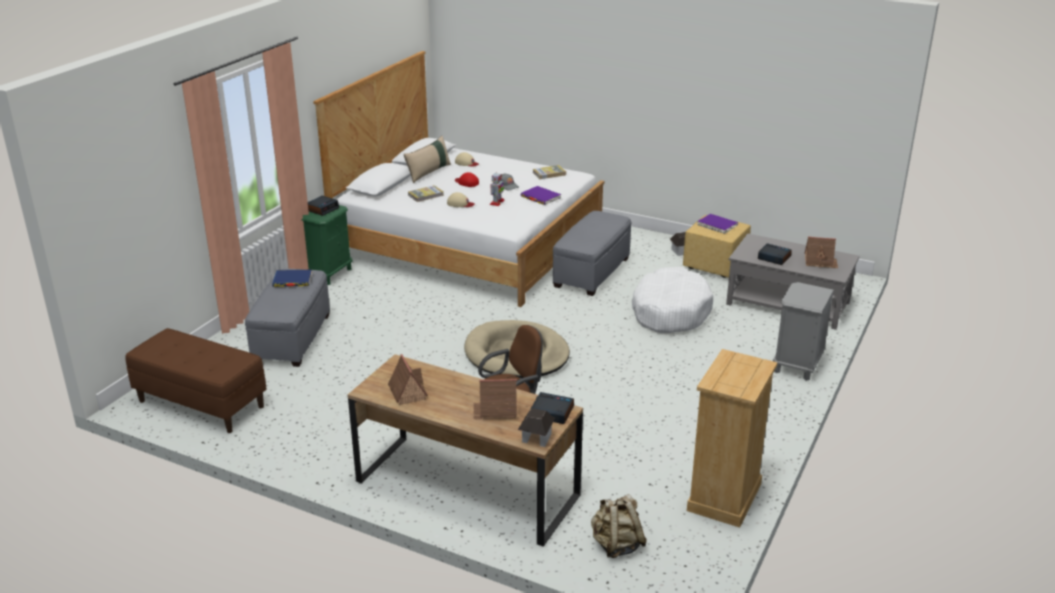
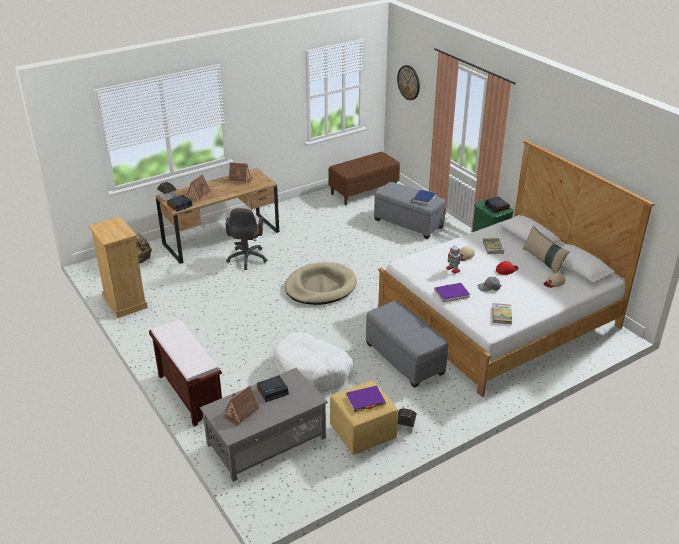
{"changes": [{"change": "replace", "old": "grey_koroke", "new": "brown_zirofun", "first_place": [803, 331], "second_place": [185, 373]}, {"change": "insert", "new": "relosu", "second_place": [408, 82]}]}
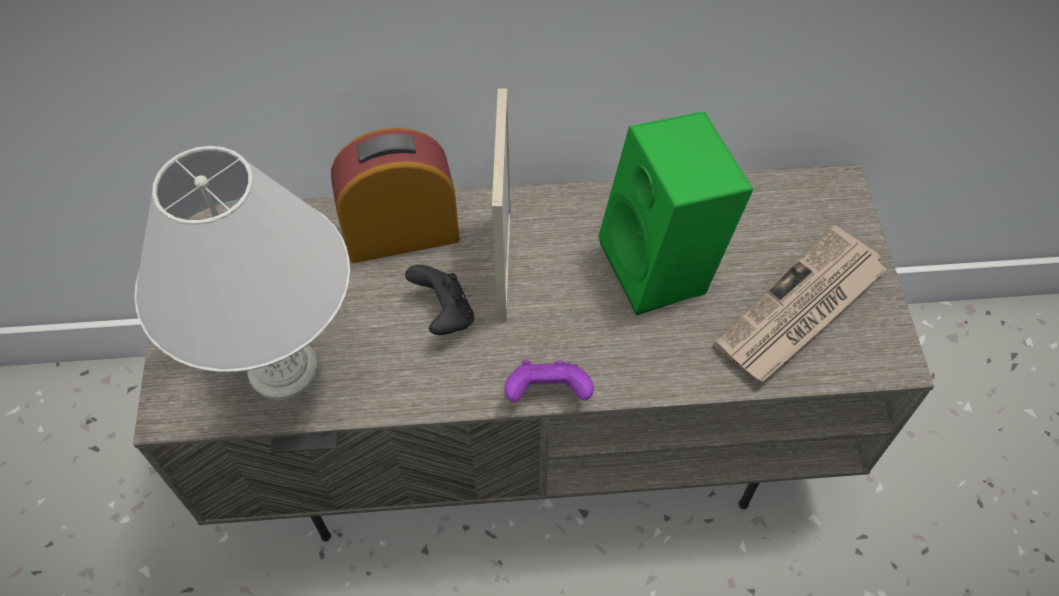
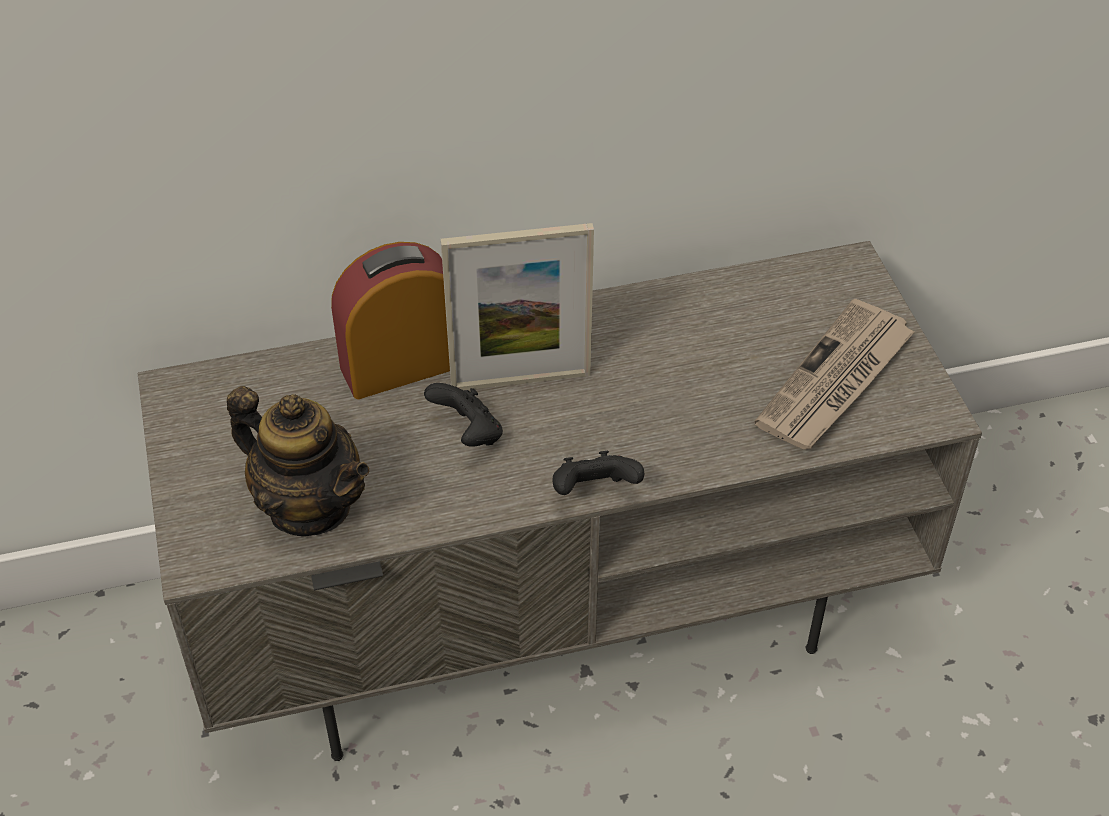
{"changes": [{"change": "replace", "old": "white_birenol", "new": "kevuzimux", "first_place": [242, 273], "second_place": [298, 461]}, {"change": "rotate", "old": "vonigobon", "first_place": [501, 204], "second_place": [517, 306], "degrees": -90}, {"change": "recolor", "old": "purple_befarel", "new": "black_befarel", "first_place": [549, 381], "second_place": [598, 473]}, {"change": "delete", "old": "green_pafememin", "first_place": [675, 213]}]}
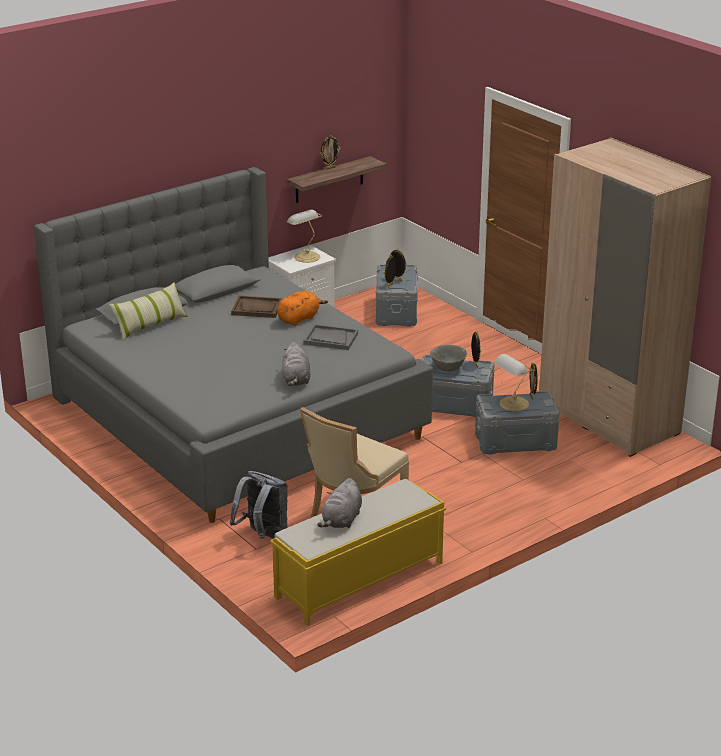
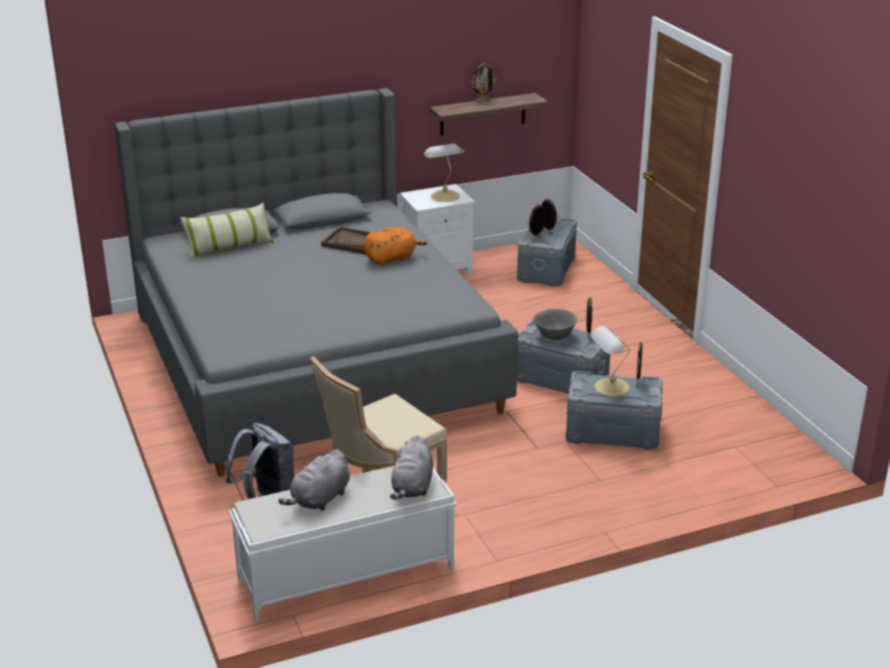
{"changes": [{"change": "recolor", "old": "yellow_zirofun", "new": "white_zirofun", "first_place": [358, 552], "second_place": [343, 543]}, {"change": "move", "old": "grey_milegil", "first_place": [296, 364], "second_place": [411, 467]}, {"change": "delete", "old": "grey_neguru", "first_place": [331, 337]}, {"change": "delete", "old": "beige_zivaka", "first_place": [625, 297]}]}
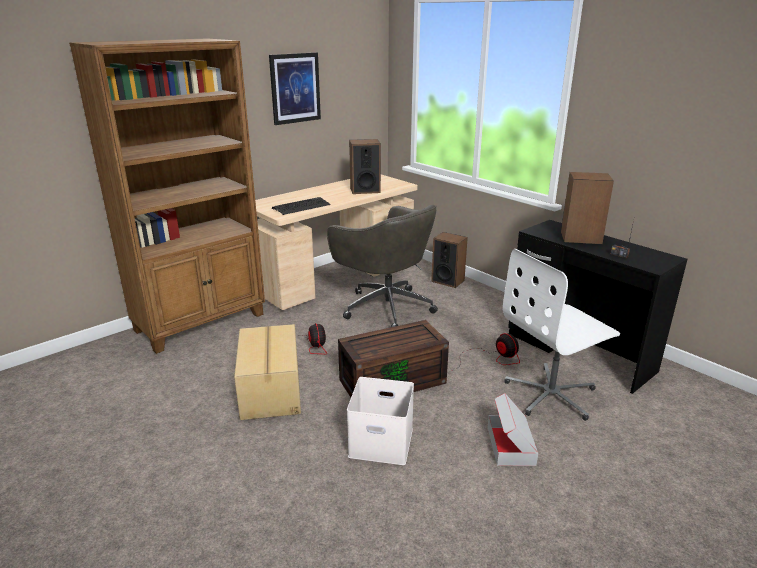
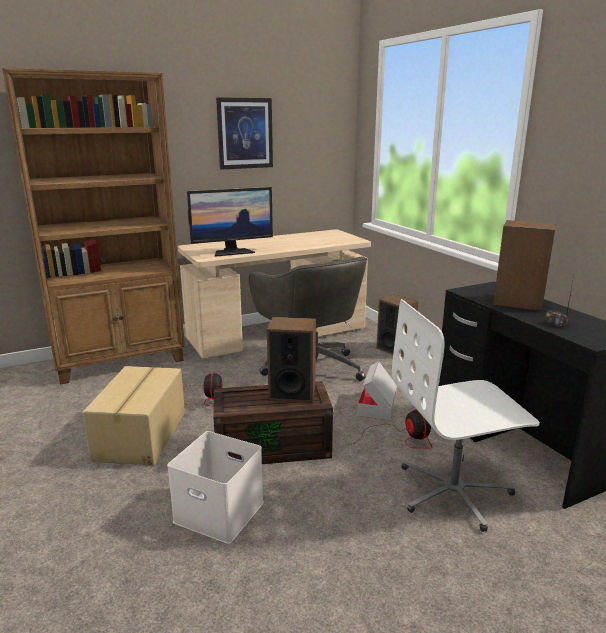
{"changes": [{"change": "replace", "old": "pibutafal", "new": "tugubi", "first_place": [301, 206], "second_place": [230, 222]}, {"change": "move", "old": "pafememin", "first_place": [365, 166], "second_place": [291, 360]}, {"change": "move", "old": "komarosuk", "first_place": [513, 429], "second_place": [377, 391]}]}
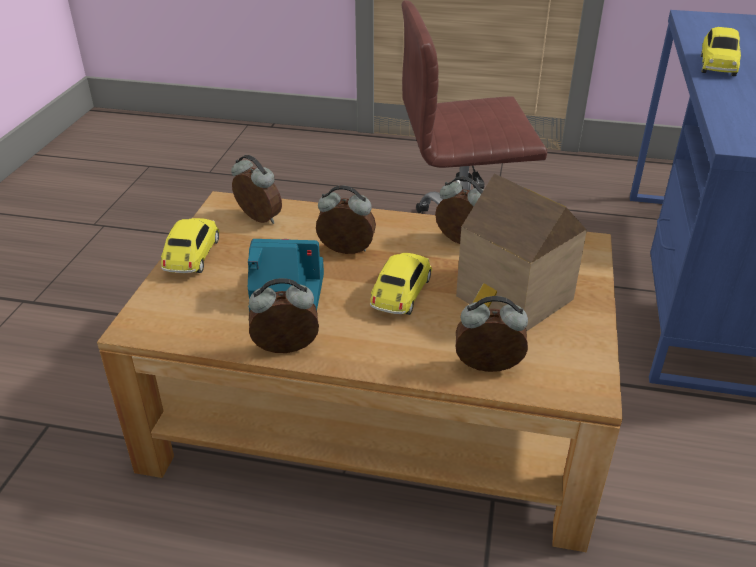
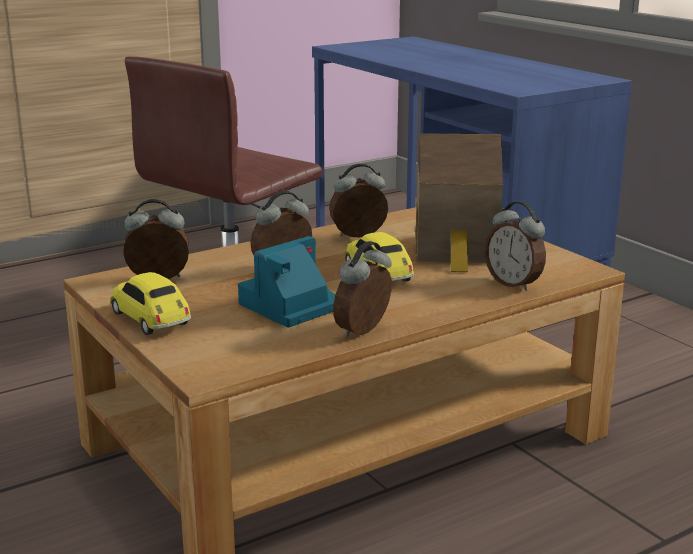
{"changes": [{"change": "rotate", "old": "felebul", "first_place": [491, 334], "second_place": [515, 246], "degrees": -90}, {"change": "delete", "old": "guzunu", "first_place": [721, 51]}]}
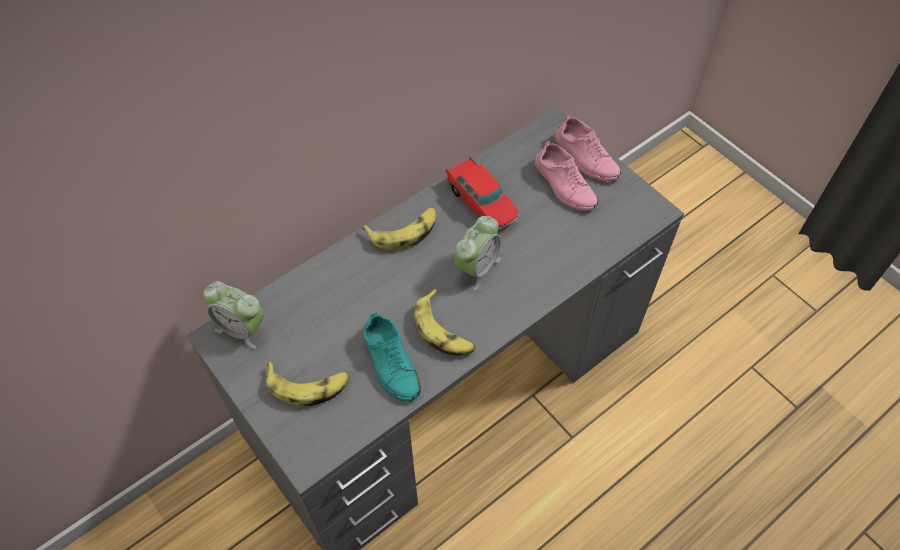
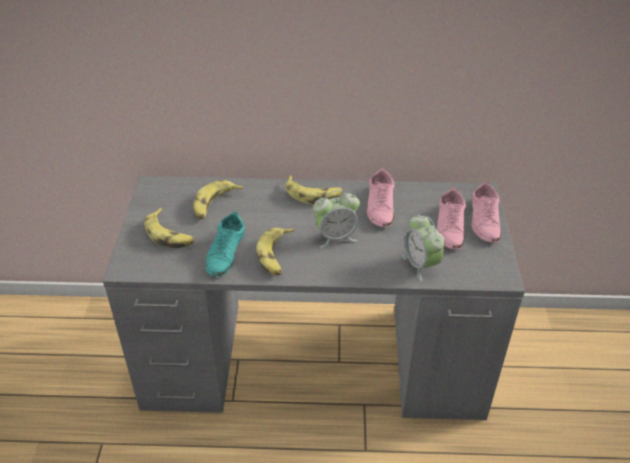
{"changes": [{"change": "insert", "new": "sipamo", "second_place": [218, 199]}, {"change": "replace", "old": "guzunu", "new": "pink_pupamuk", "first_place": [482, 193], "second_place": [380, 197]}, {"change": "move", "old": "felebul", "first_place": [234, 315], "second_place": [423, 248]}]}
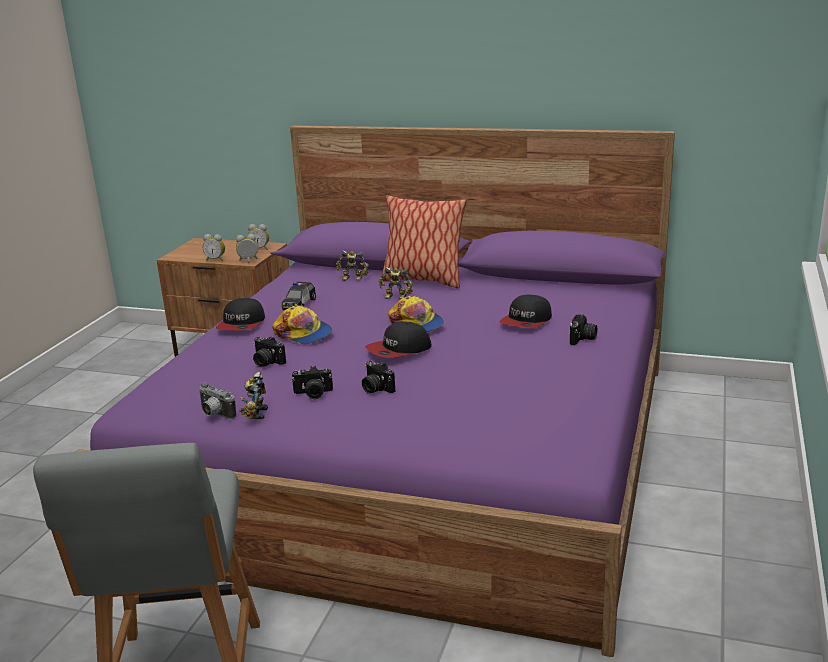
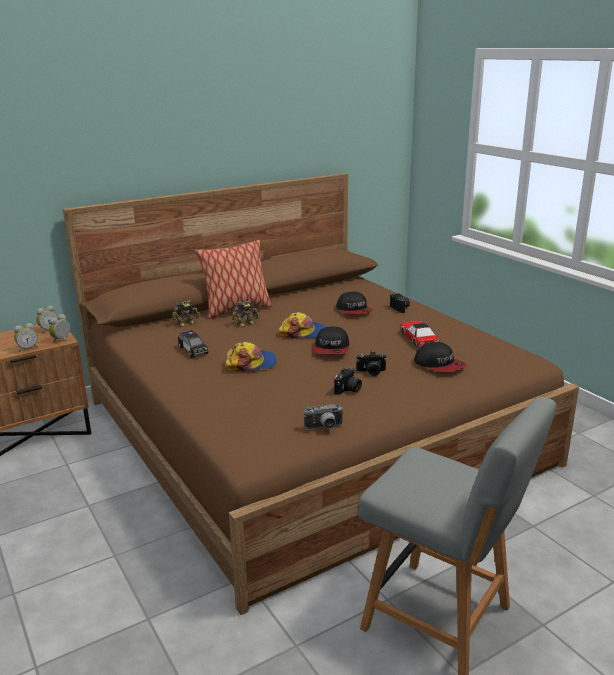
{"changes": [{"change": "recolor", "old": "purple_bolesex", "new": "brown_bolesex", "first_place": [375, 391], "second_place": [321, 394]}, {"change": "insert", "new": "guzunu", "second_place": [420, 333]}, {"change": "move", "old": "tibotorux", "first_place": [240, 314], "second_place": [440, 357]}, {"change": "delete", "old": "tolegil", "first_place": [253, 395]}, {"change": "delete", "old": "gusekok", "first_place": [269, 351]}]}
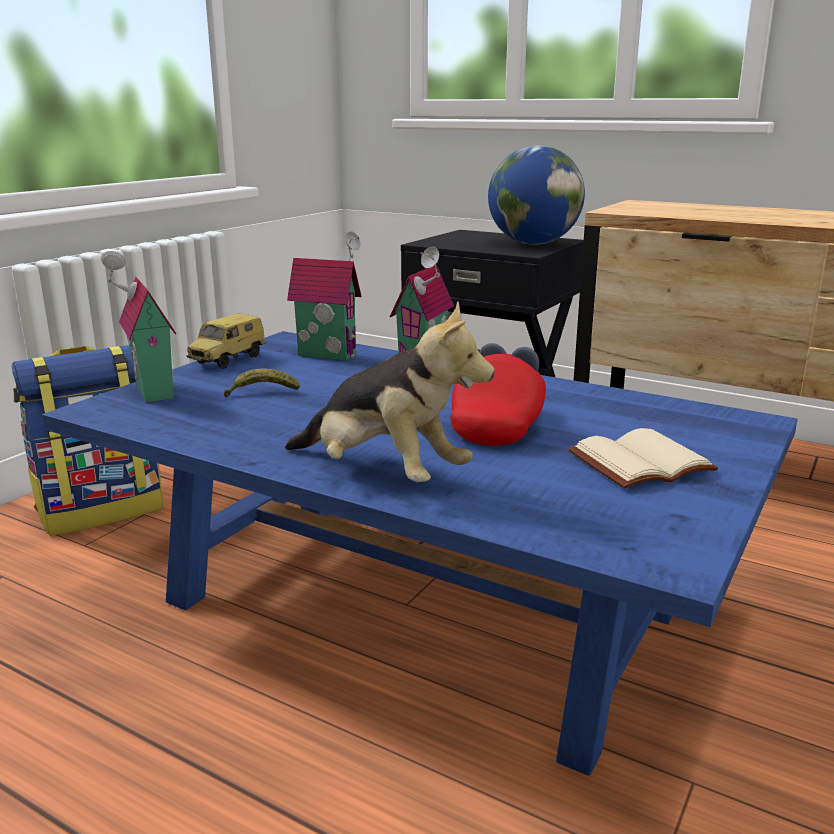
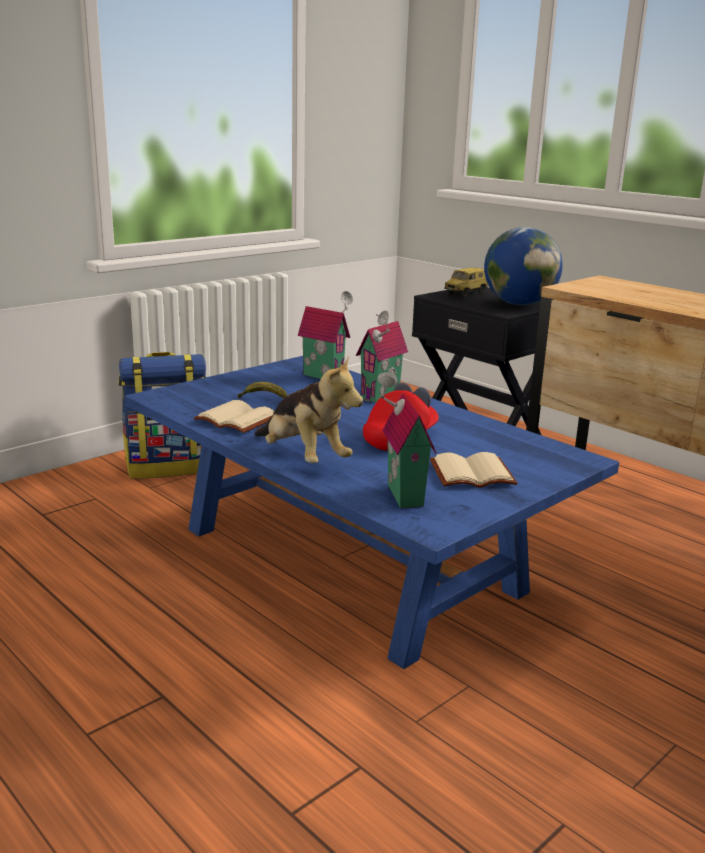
{"changes": [{"change": "insert", "new": "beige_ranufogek", "second_place": [234, 416]}, {"change": "move", "old": "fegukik", "first_place": [138, 327], "second_place": [407, 440]}, {"change": "move", "old": "guzunu", "first_place": [226, 341], "second_place": [466, 282]}]}
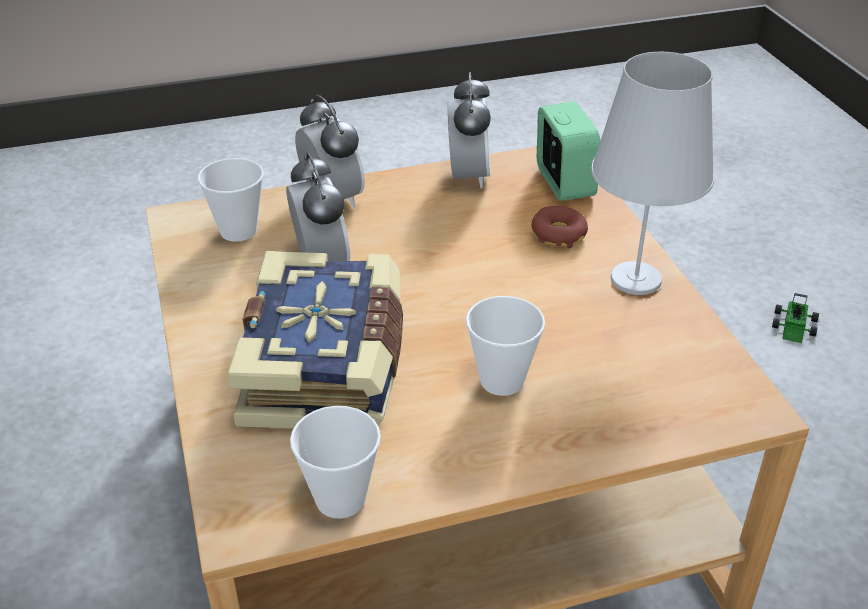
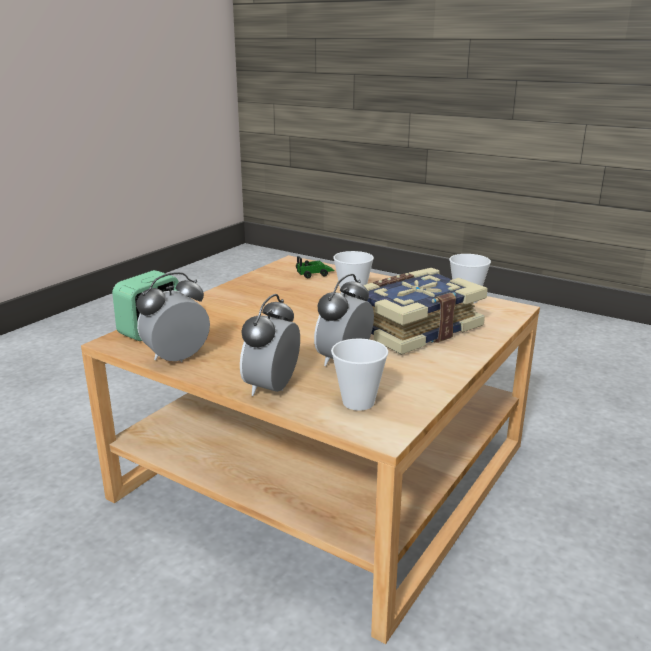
{"changes": [{"change": "move", "old": "guzunu", "first_place": [795, 318], "second_place": [315, 267]}, {"change": "delete", "old": "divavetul", "first_place": [560, 227]}, {"change": "delete", "old": "white_birenol", "first_place": [652, 173]}]}
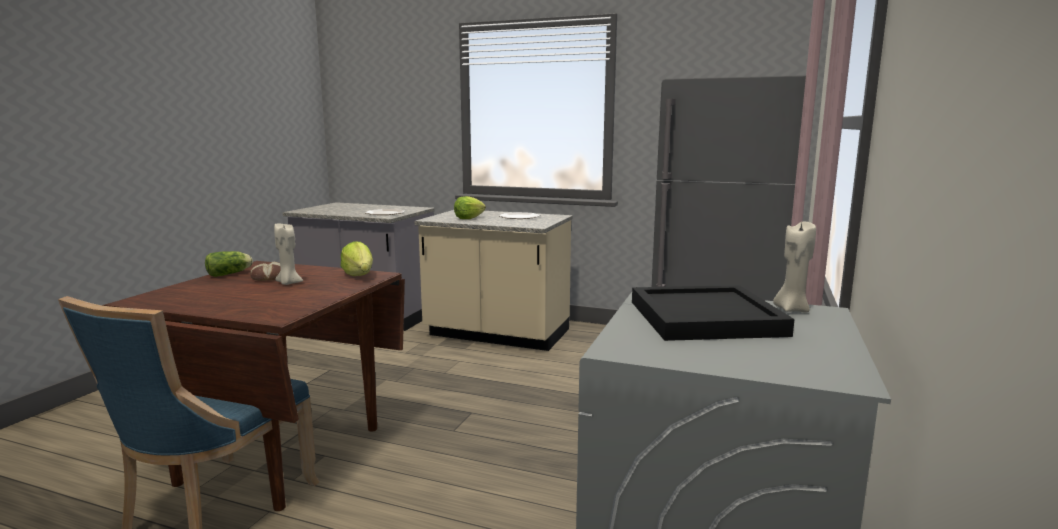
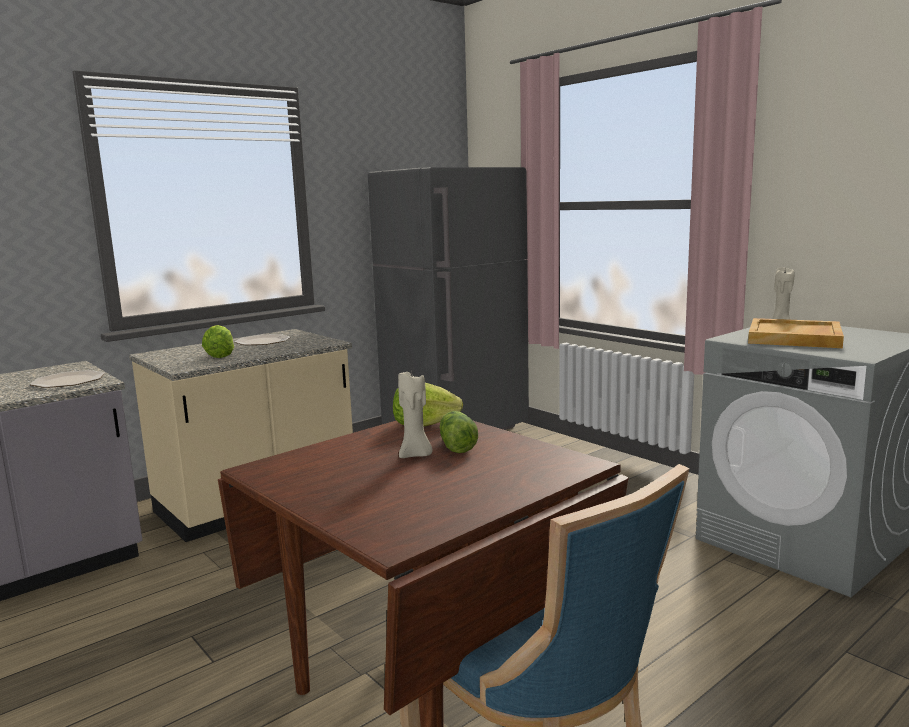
{"changes": [{"change": "move", "old": "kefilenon", "first_place": [229, 264], "second_place": [459, 432]}, {"change": "recolor", "old": "black_neguru", "new": "beige_neguru", "first_place": [713, 313], "second_place": [796, 333]}, {"change": "delete", "old": "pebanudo", "first_place": [265, 271]}]}
